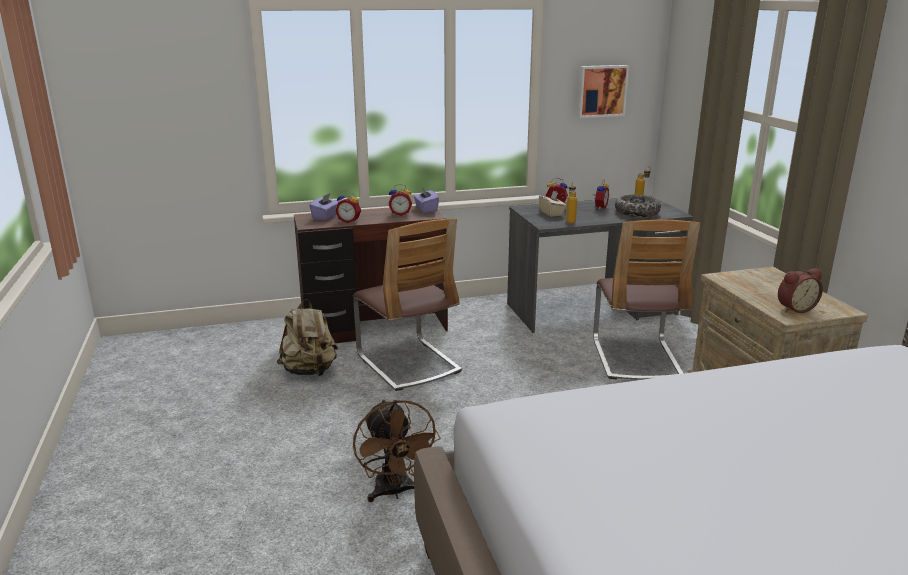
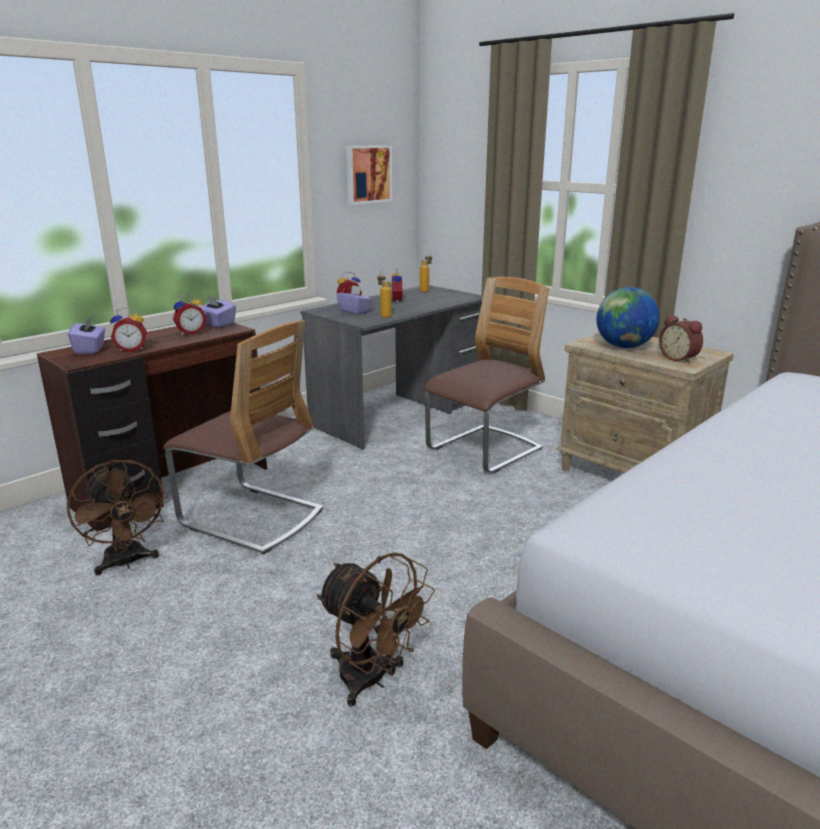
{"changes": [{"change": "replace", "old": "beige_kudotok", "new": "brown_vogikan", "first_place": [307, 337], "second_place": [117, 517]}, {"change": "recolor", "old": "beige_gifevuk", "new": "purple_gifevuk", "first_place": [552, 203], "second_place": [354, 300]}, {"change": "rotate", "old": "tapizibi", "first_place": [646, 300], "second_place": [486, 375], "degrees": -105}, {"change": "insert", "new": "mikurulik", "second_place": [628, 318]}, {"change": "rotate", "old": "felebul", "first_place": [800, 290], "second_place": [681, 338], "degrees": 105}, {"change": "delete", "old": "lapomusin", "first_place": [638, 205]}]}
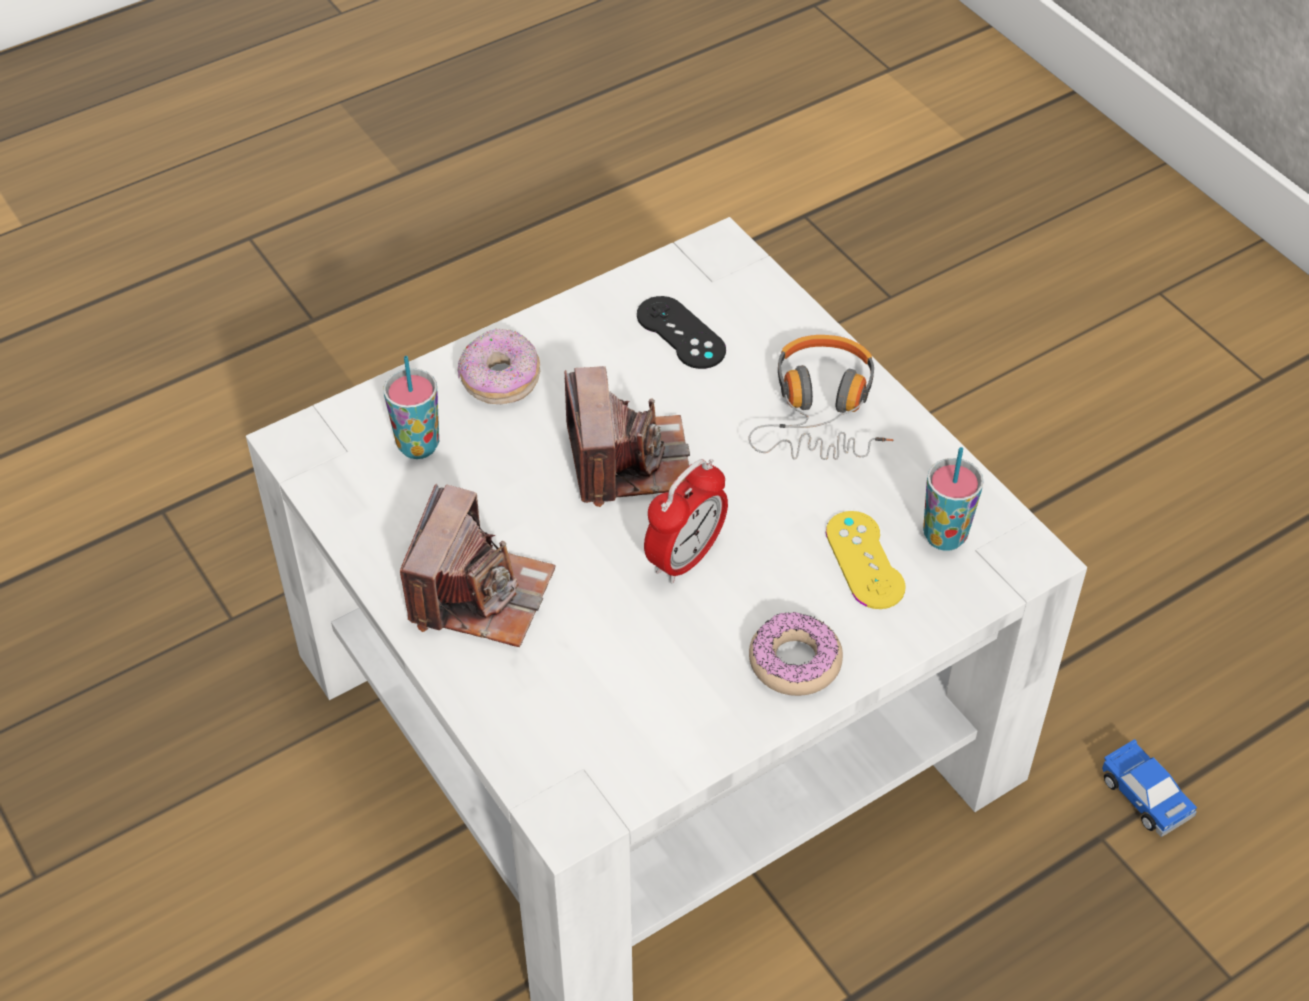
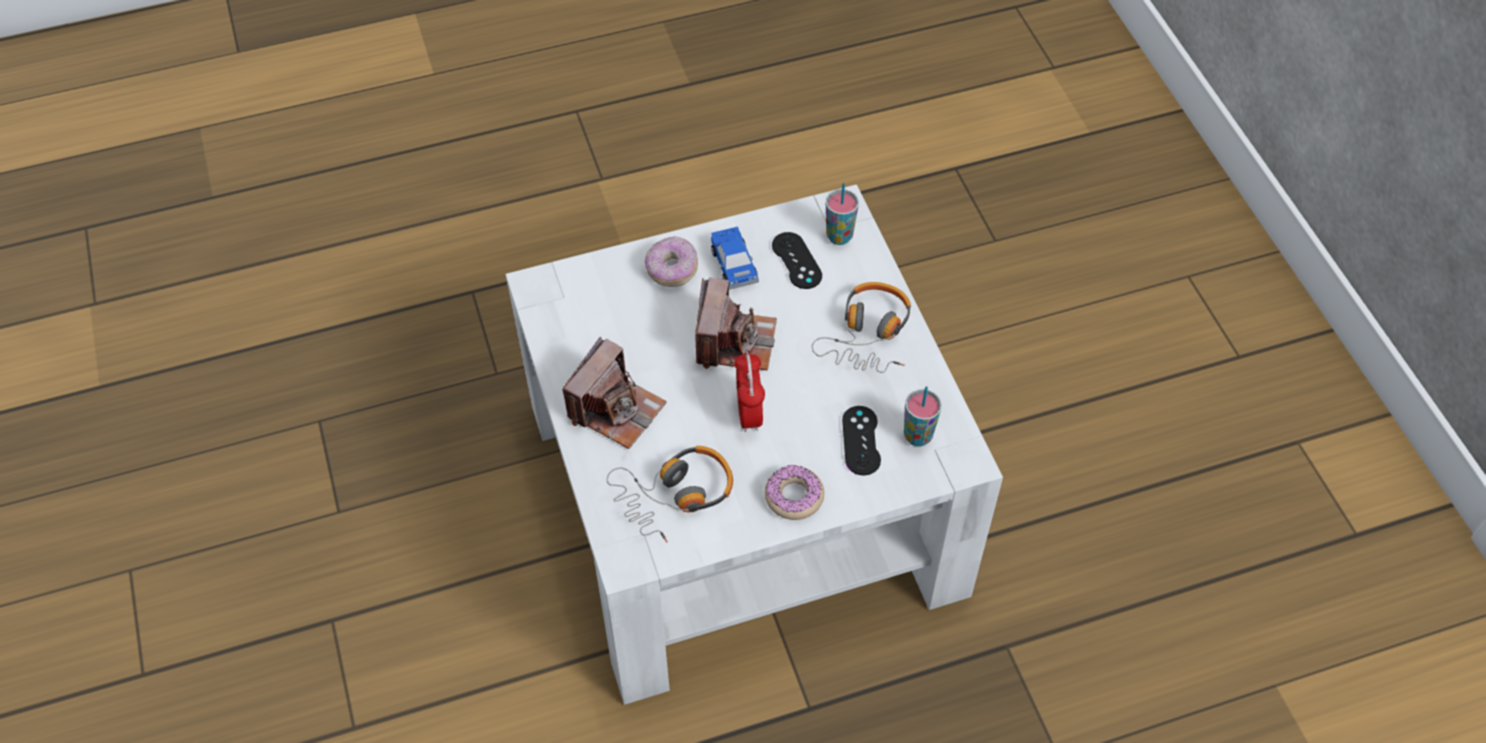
{"changes": [{"change": "insert", "new": "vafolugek", "second_place": [670, 494]}, {"change": "move", "old": "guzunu", "first_place": [1149, 788], "second_place": [735, 258]}, {"change": "rotate", "old": "felebul", "first_place": [686, 521], "second_place": [749, 391], "degrees": 120}, {"change": "move", "old": "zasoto", "first_place": [411, 407], "second_place": [842, 214]}, {"change": "recolor", "old": "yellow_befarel", "new": "black_befarel", "first_place": [866, 560], "second_place": [861, 440]}]}
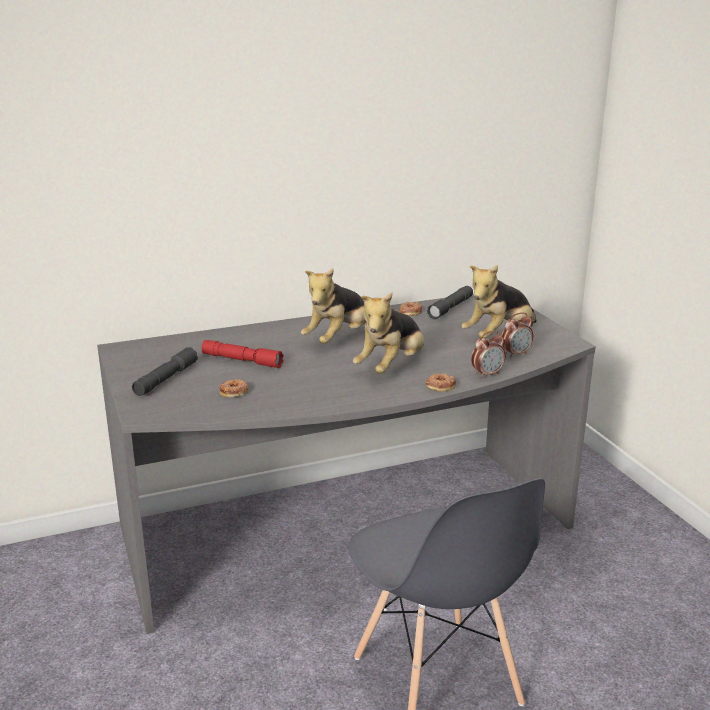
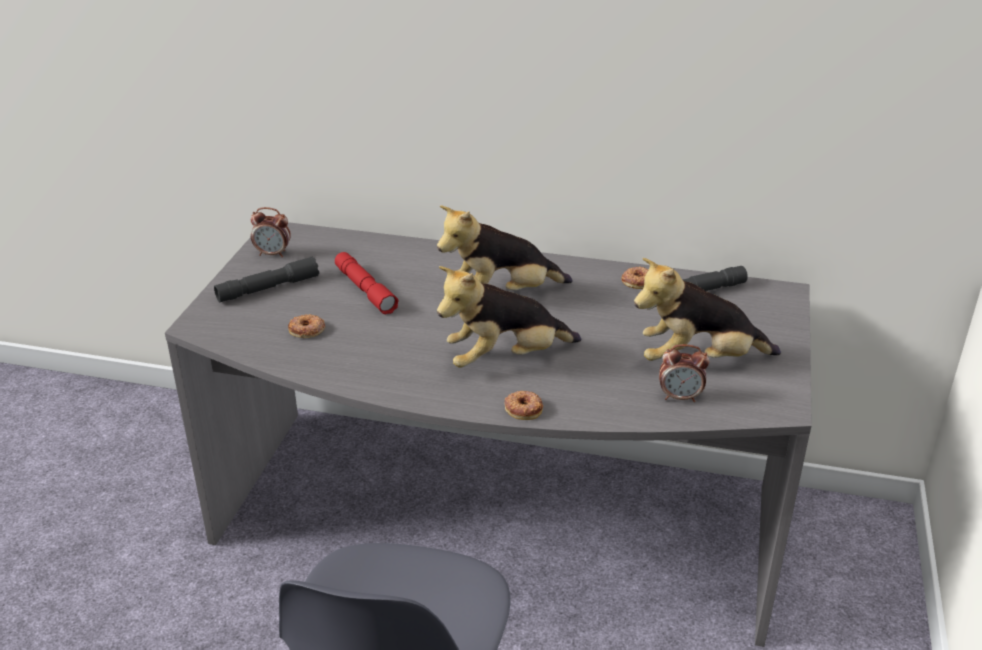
{"changes": [{"change": "move", "old": "felebul", "first_place": [488, 354], "second_place": [271, 232]}]}
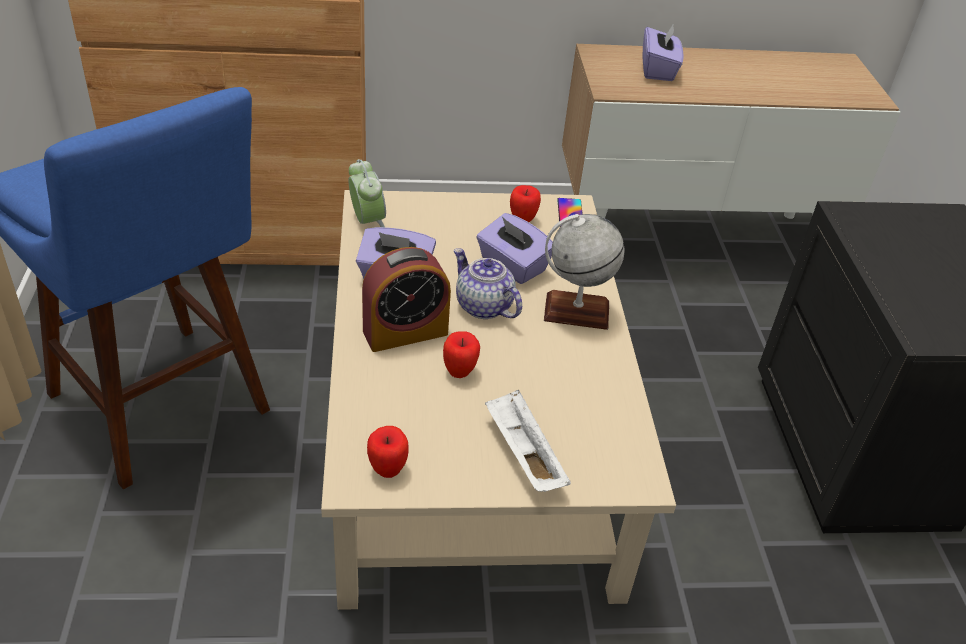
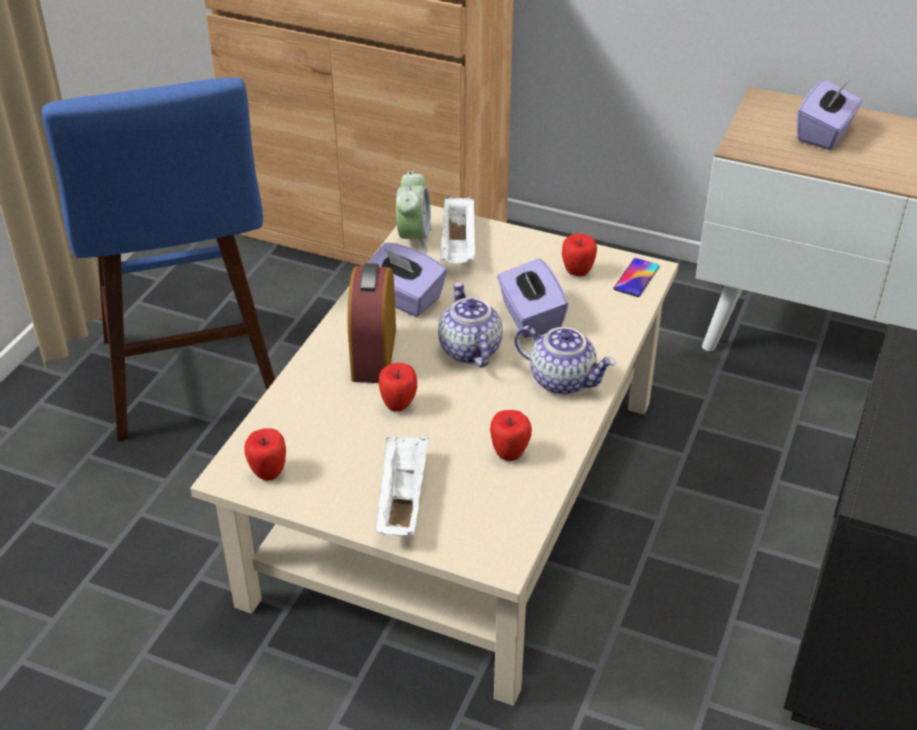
{"changes": [{"change": "rotate", "old": "felebul", "first_place": [406, 299], "second_place": [372, 323], "degrees": 90}, {"change": "insert", "new": "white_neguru", "second_place": [458, 229]}, {"change": "insert", "new": "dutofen", "second_place": [511, 435]}, {"change": "replace", "old": "mikurulik", "new": "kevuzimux", "first_place": [584, 272], "second_place": [565, 360]}]}
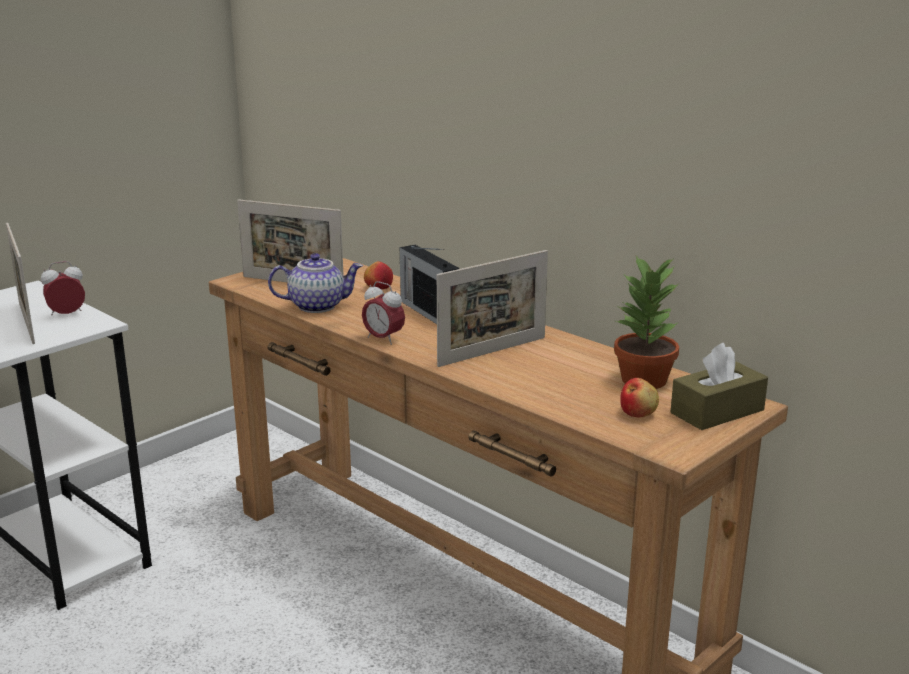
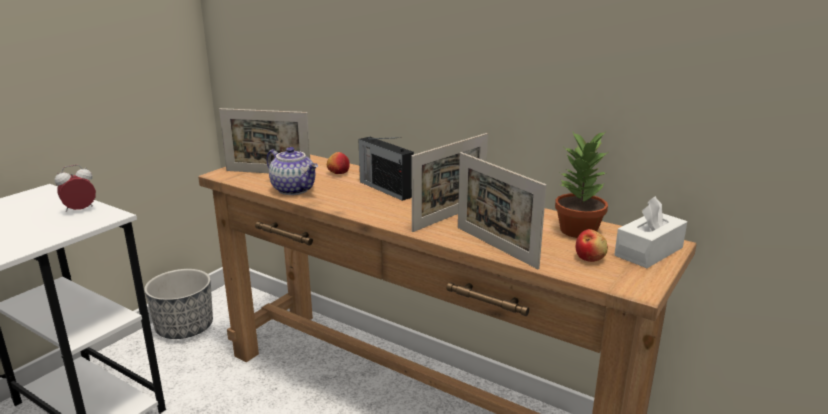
{"changes": [{"change": "insert", "new": "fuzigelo", "second_place": [178, 304]}, {"change": "rotate", "old": "kevuzimux", "first_place": [315, 283], "second_place": [292, 171], "degrees": 60}, {"change": "move", "old": "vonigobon", "first_place": [20, 283], "second_place": [502, 210]}, {"change": "recolor", "old": "brown_gifevuk", "new": "white_gifevuk", "first_place": [719, 386], "second_place": [650, 232]}, {"change": "delete", "old": "felebul", "first_place": [383, 313]}]}
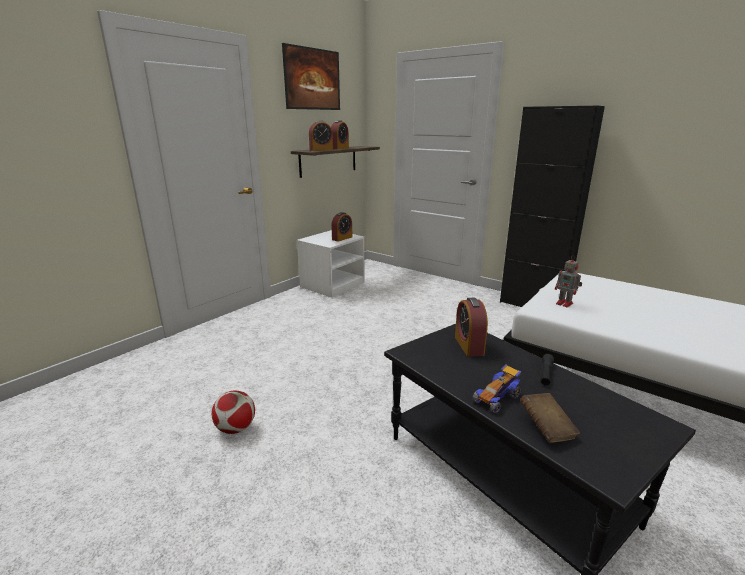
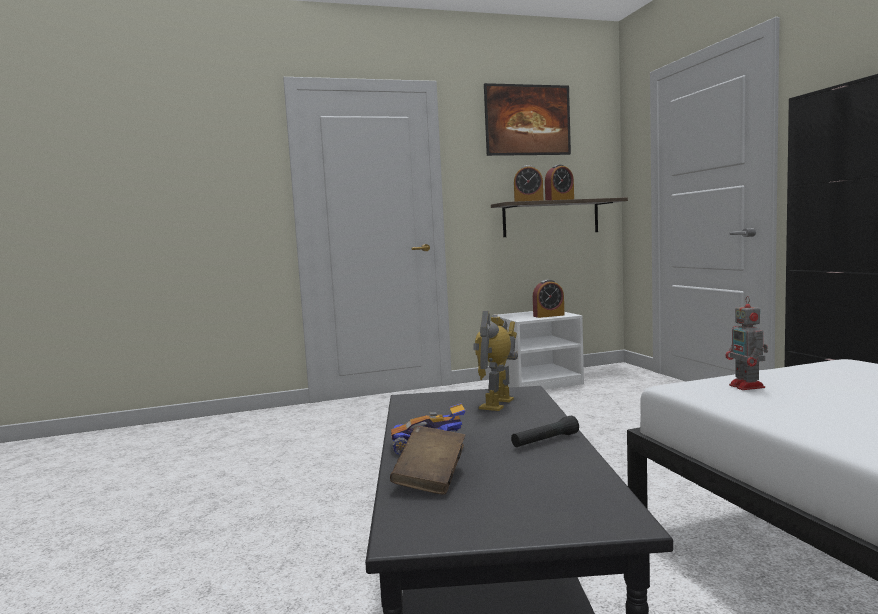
{"changes": [{"change": "replace", "old": "felebul", "new": "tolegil", "first_place": [471, 327], "second_place": [495, 361]}, {"change": "delete", "old": "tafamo", "first_place": [233, 412]}]}
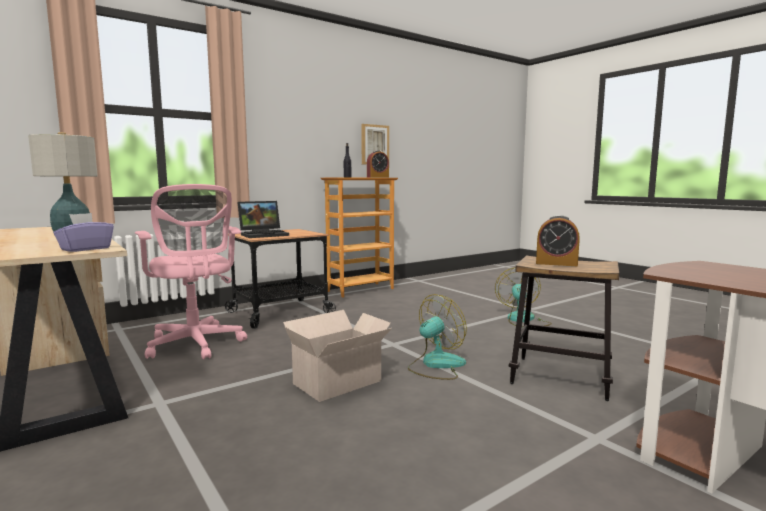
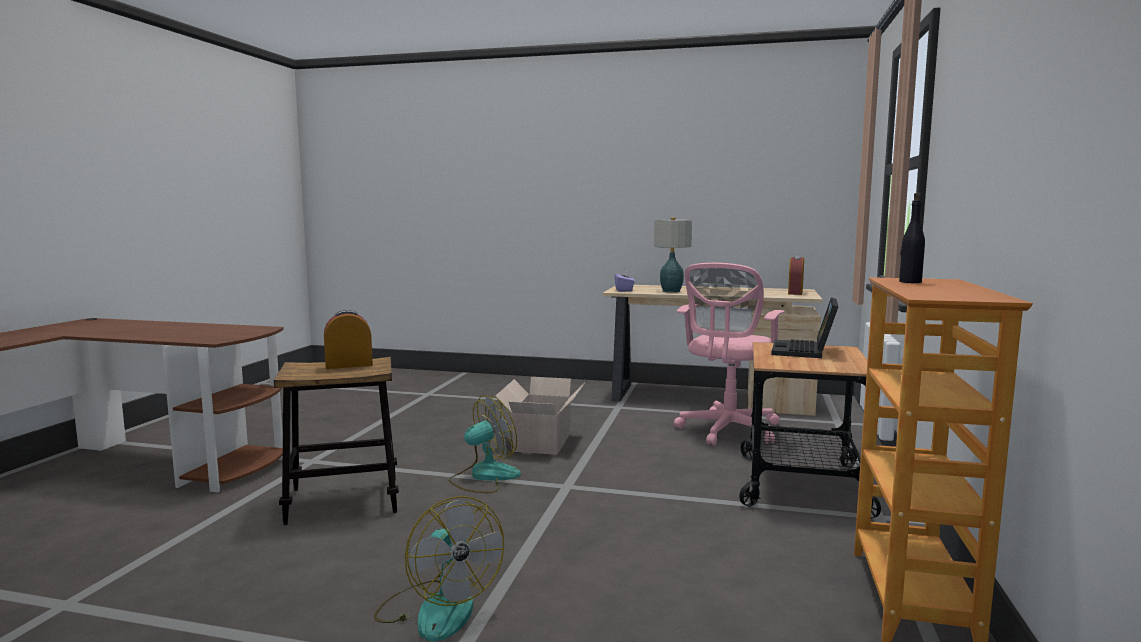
{"changes": [{"change": "rotate", "old": "vogikan", "first_place": [437, 337], "second_place": [485, 444], "degrees": -135}, {"change": "rotate", "old": "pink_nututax", "first_place": [191, 272], "second_place": [729, 354], "degrees": -75}, {"change": "move", "old": "felebul", "first_place": [378, 164], "second_place": [796, 275]}, {"change": "delete", "old": "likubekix", "first_place": [375, 144]}]}
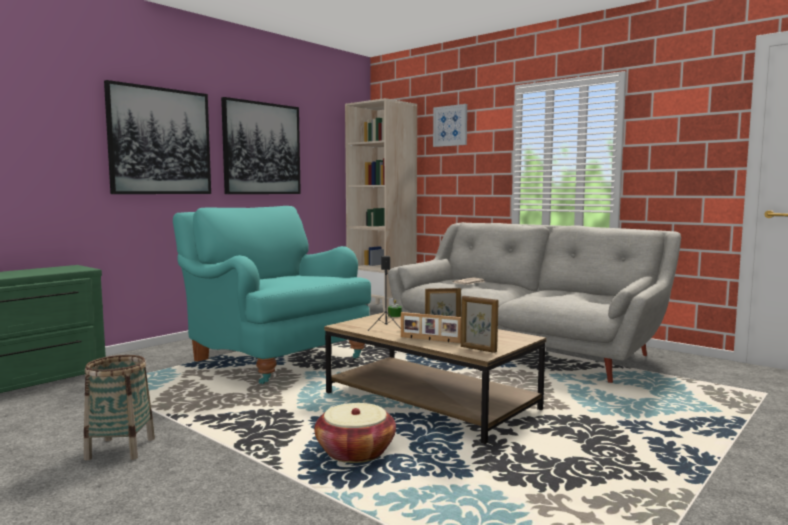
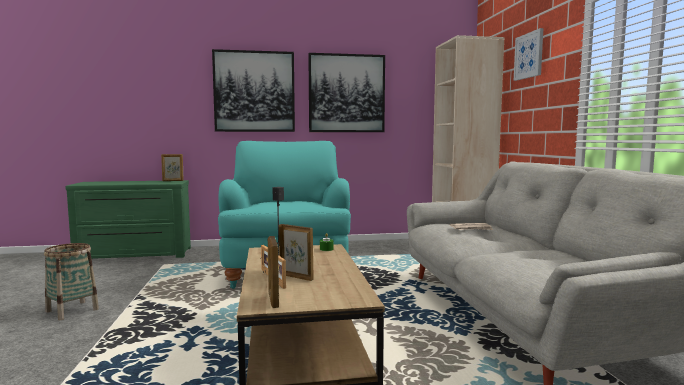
{"changes": [{"change": "insert", "new": "vonigobon", "second_place": [172, 167]}, {"change": "delete", "old": "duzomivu", "first_place": [355, 433]}]}
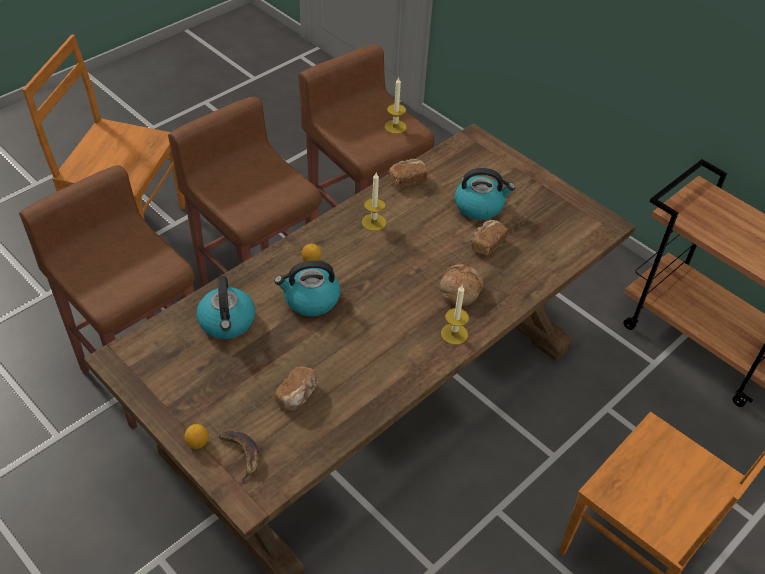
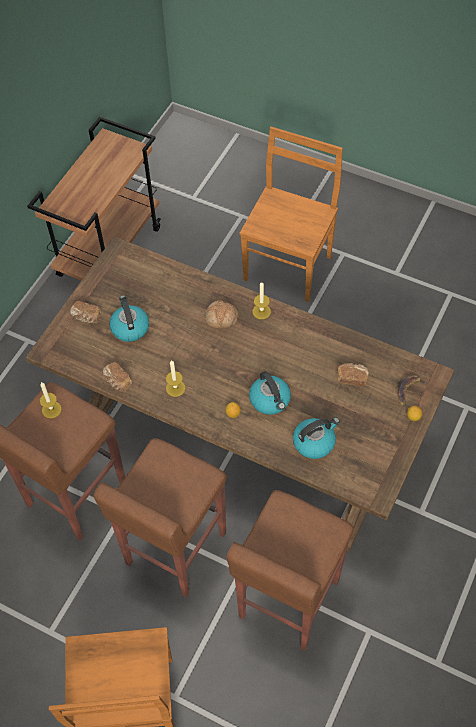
{"changes": [{"change": "move", "old": "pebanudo", "first_place": [489, 237], "second_place": [85, 312]}]}
